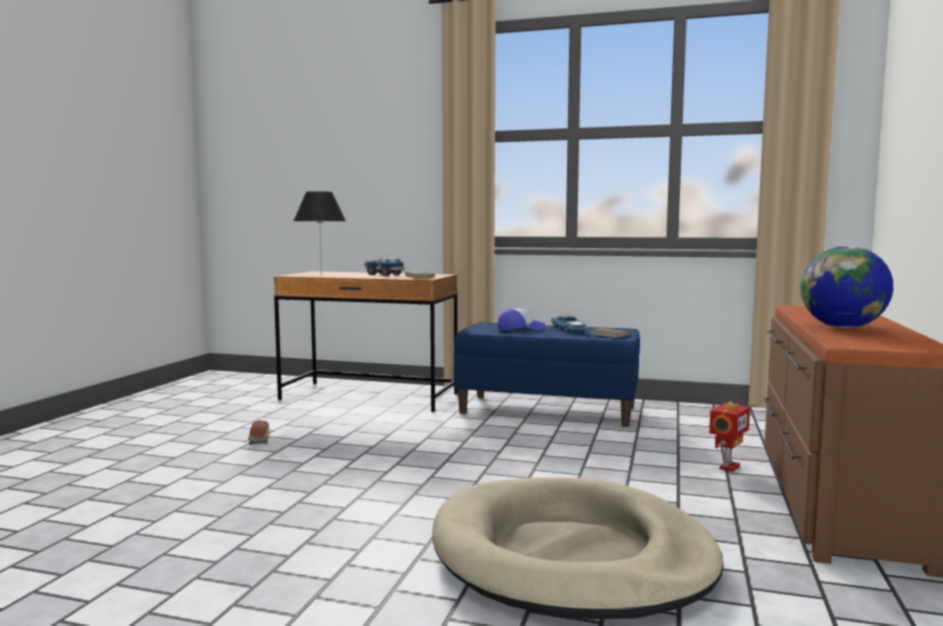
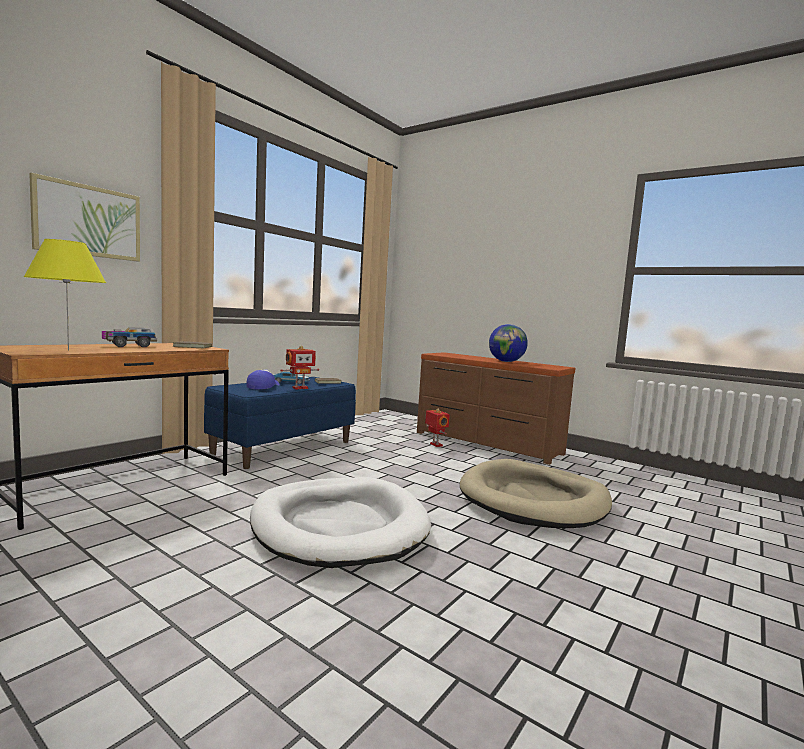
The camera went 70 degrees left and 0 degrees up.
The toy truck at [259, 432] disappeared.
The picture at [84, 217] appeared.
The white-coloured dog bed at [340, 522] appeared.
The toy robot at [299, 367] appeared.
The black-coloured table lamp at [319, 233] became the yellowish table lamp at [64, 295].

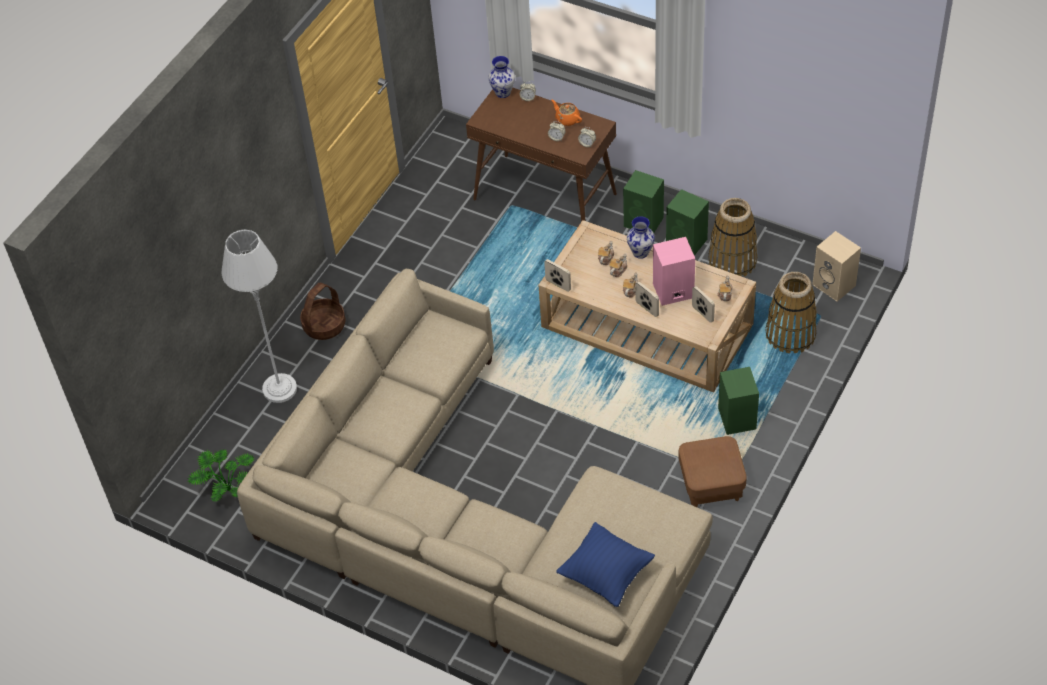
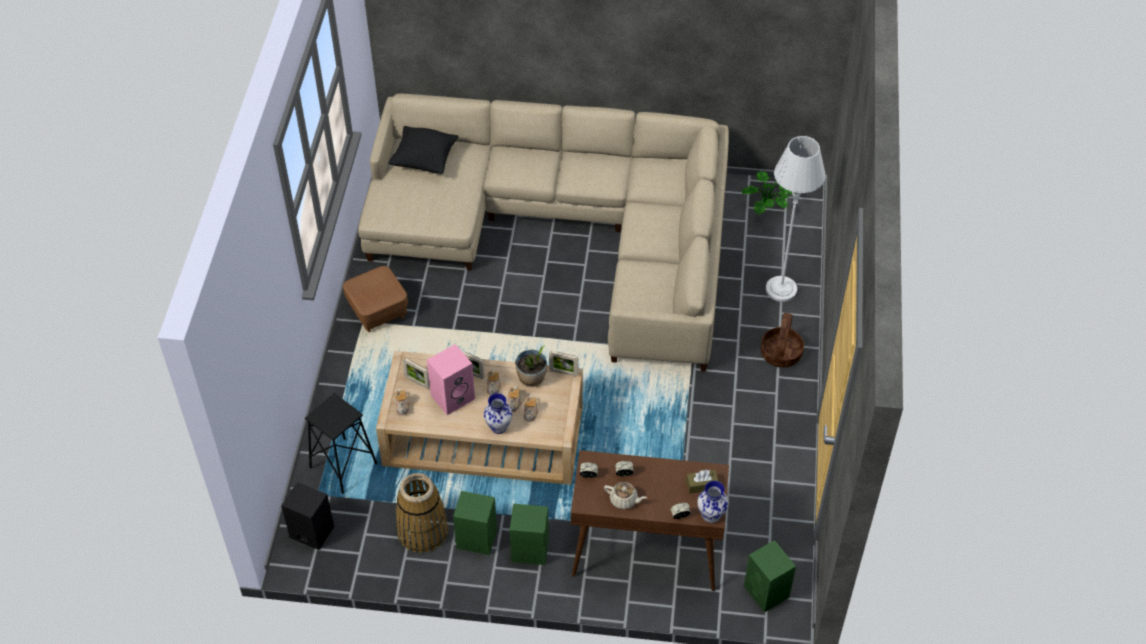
The camera went 155 degrees right and 0 degrees up.
The houseplant at [531, 366] appeared.
The brown-coloured tissue holder at [702, 482] appeared.
The green audio speaker moved from [738, 401] to [770, 576].
The storage basket at [791, 312] was replaced by the black-coloured sitting stool at [341, 443].
The orange-coloured teapot at [566, 113] became the sand-coloured teapot at [625, 495].
The blue-coloured throw pillow at [605, 564] became the black-coloured throw pillow at [423, 150].
The sand-coloured audio speaker at [836, 266] became the black-coloured audio speaker at [307, 516].

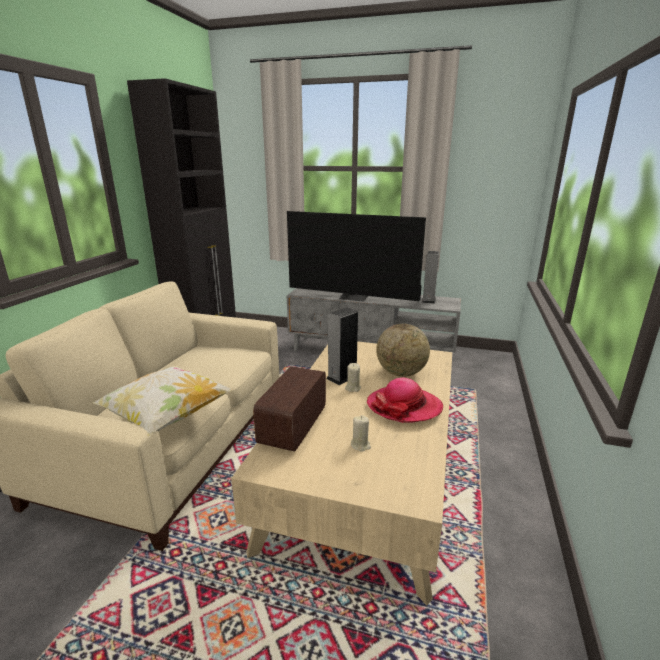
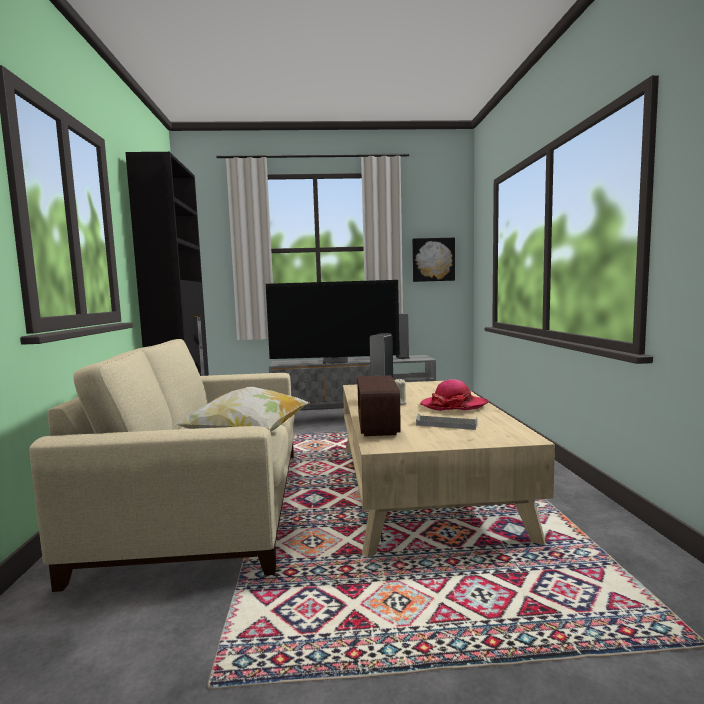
The camera went 20 degrees left and 15 degrees down.
The desk globe at [403, 350] disappeared.
The picture at [433, 260] appeared.
The sand-coloured wax light at [361, 433] was replaced by the gray carrying tray at [447, 421].

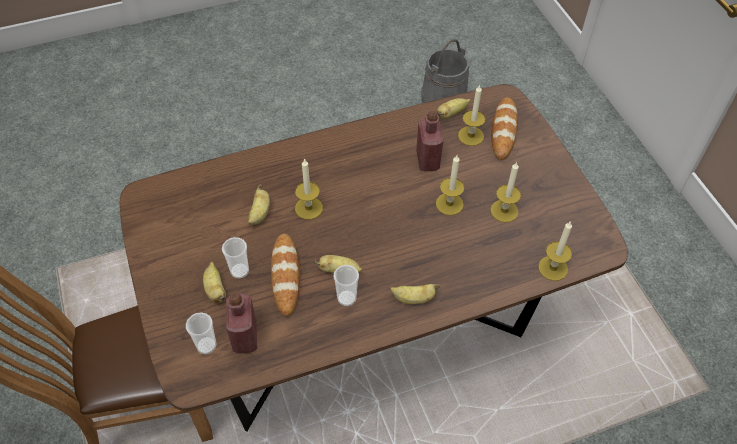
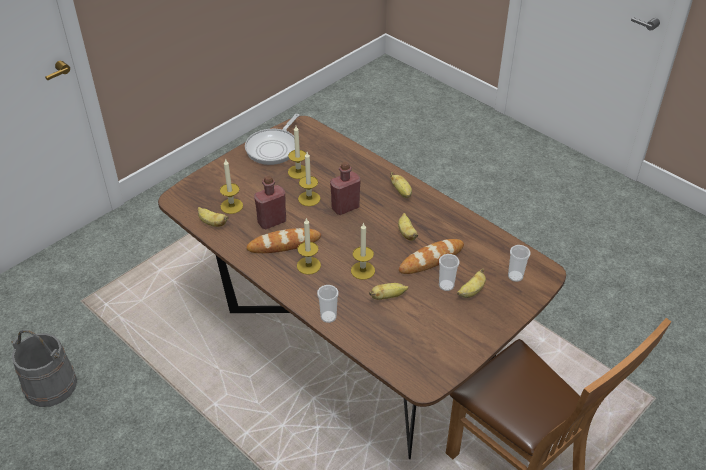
The camera went 115 degrees left and 10 degrees down.
The skillet at [272, 139] appeared.
The reddish drink bottle moved from [241, 323] to [345, 188].
The cup moved from [346, 285] to [327, 304].
The bakery bread moved from [504, 128] to [283, 240].
The wax light moved from [555, 251] to [309, 246].

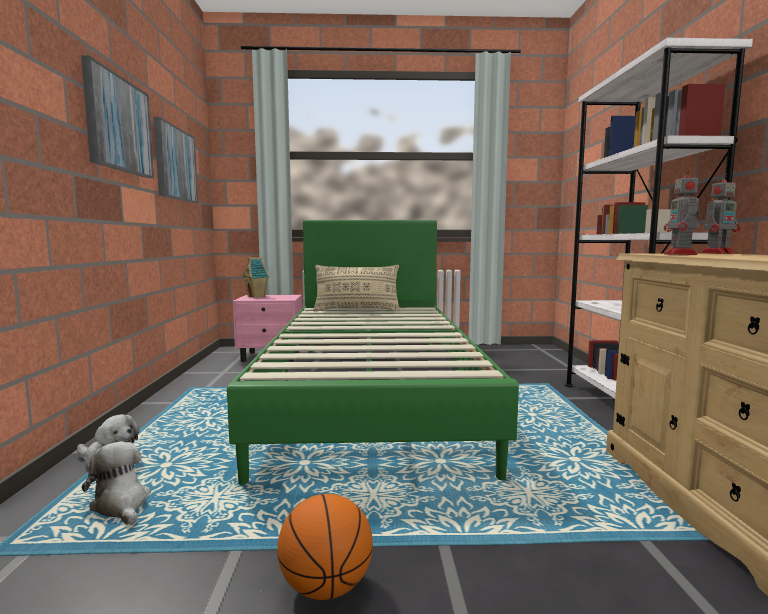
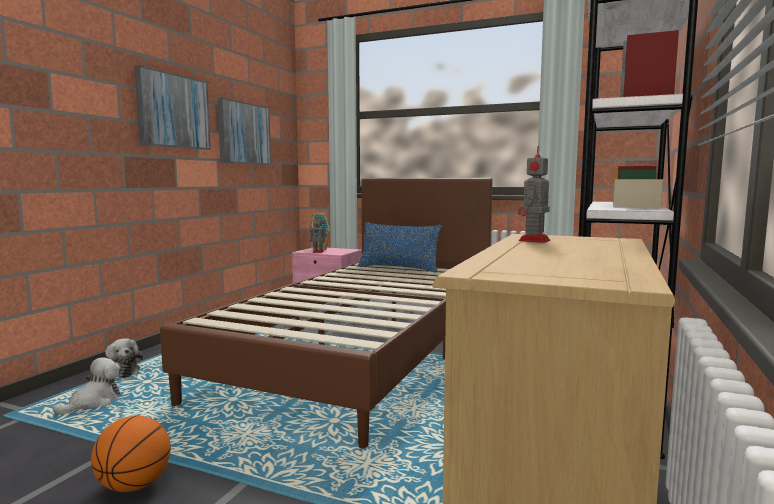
The camera went 25 degrees right and 0 degrees up.
The toy robot moved from [721, 213] to [318, 234].
The green bed at [373, 352] became the brown-coloured bed at [326, 313].
The sand-coloured throw pillow at [356, 288] became the blue-coloured throw pillow at [400, 247].
The plush toy at [116, 483] turned 45 degrees clockwise.

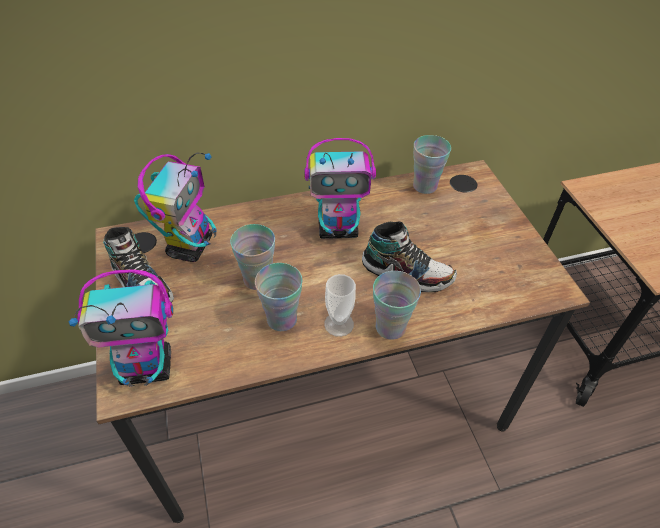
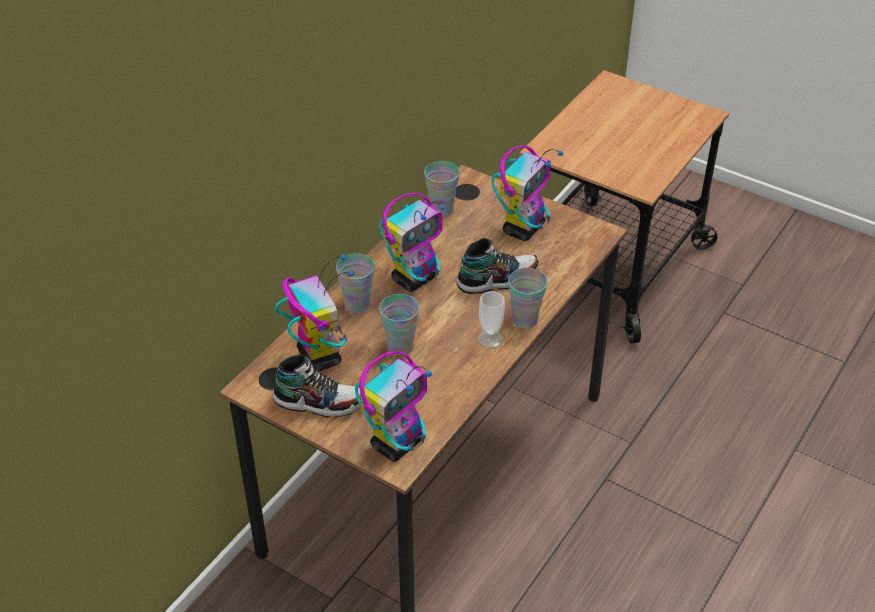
The camera went 40 degrees left and 5 degrees down.
The toy robot at [527, 193] appeared.
The cup moved from [278, 297] to [355, 283].

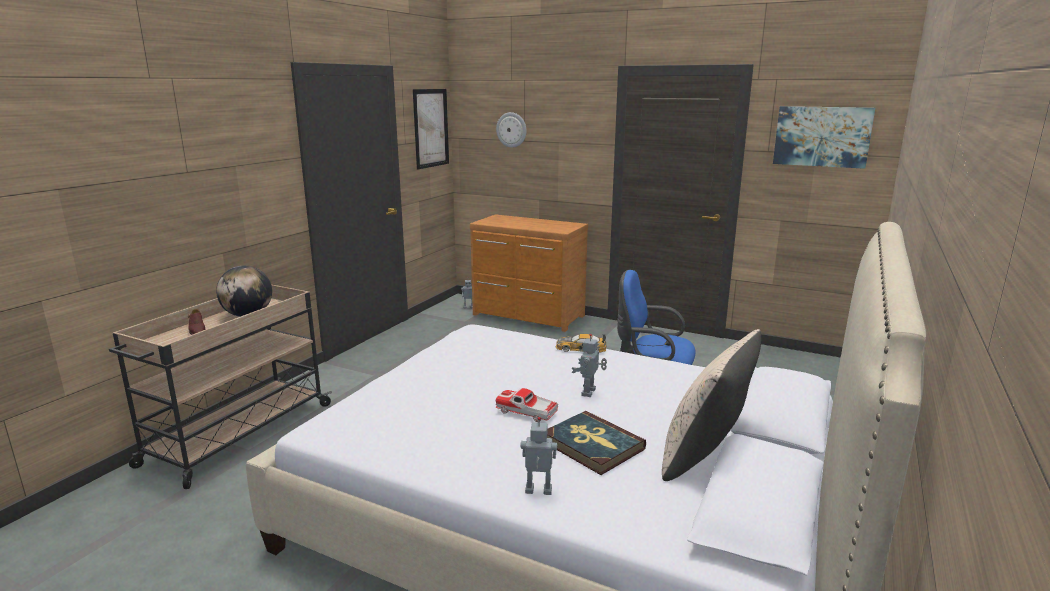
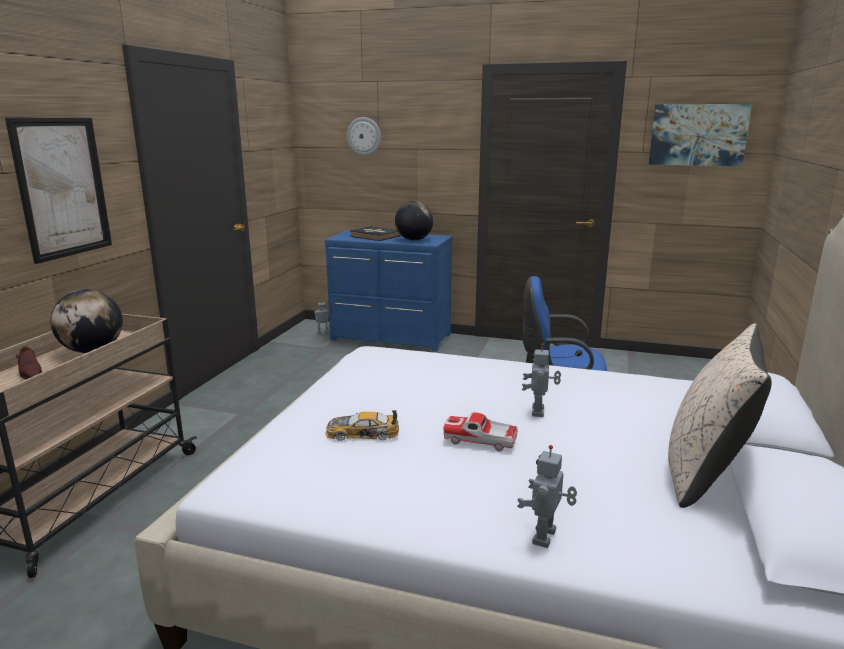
The camera went 10 degrees left and 0 degrees up.
The desk globe at [414, 220] appeared.
The picture moved from [431, 129] to [58, 191].
The book moved from [596, 443] to [375, 233].
The miniature car moved from [581, 343] to [362, 425].
The brown-coloured chest of drawers at [529, 273] became the blue-coloured chest of drawers at [389, 291].
The toy robot at [539, 456] turned 60 degrees counterclockwise.

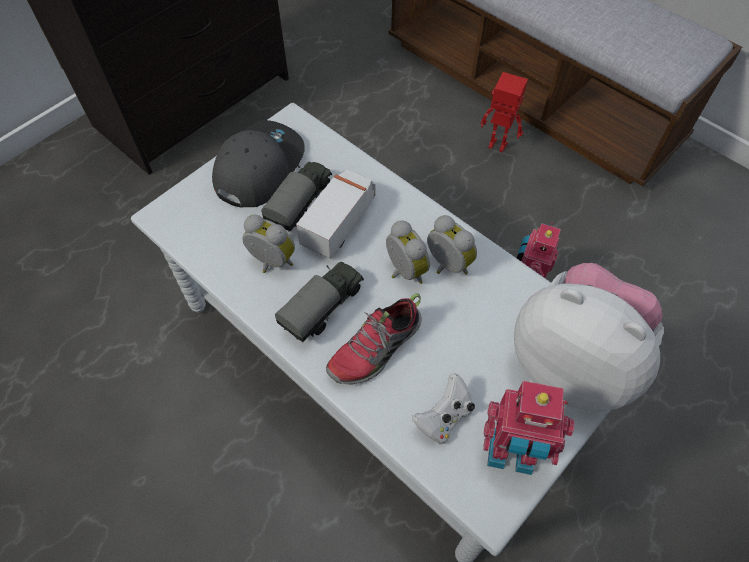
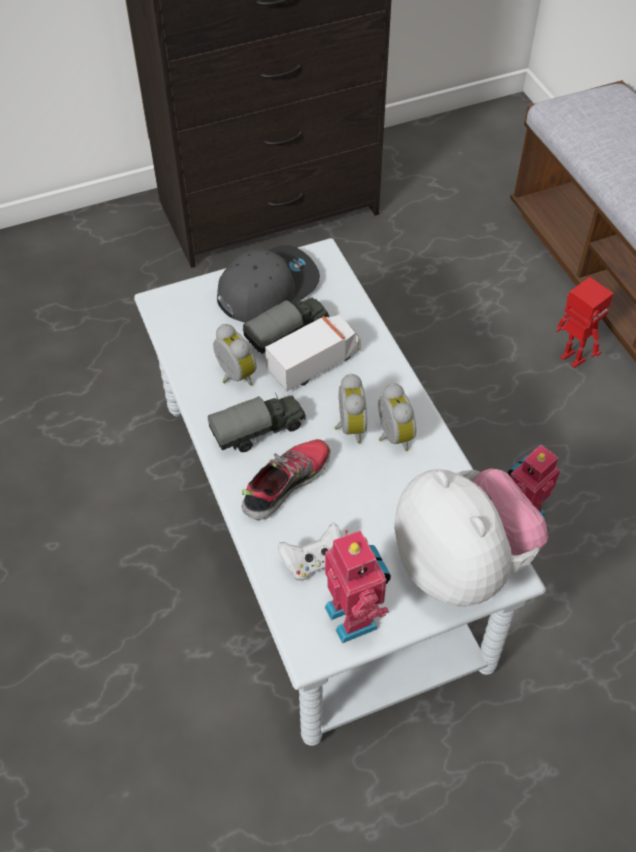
The camera went 25 degrees right and 5 degrees down.
The low shoe at [374, 339] turned 150 degrees clockwise.
The toy robot at [529, 428] turned 150 degrees counterclockwise.

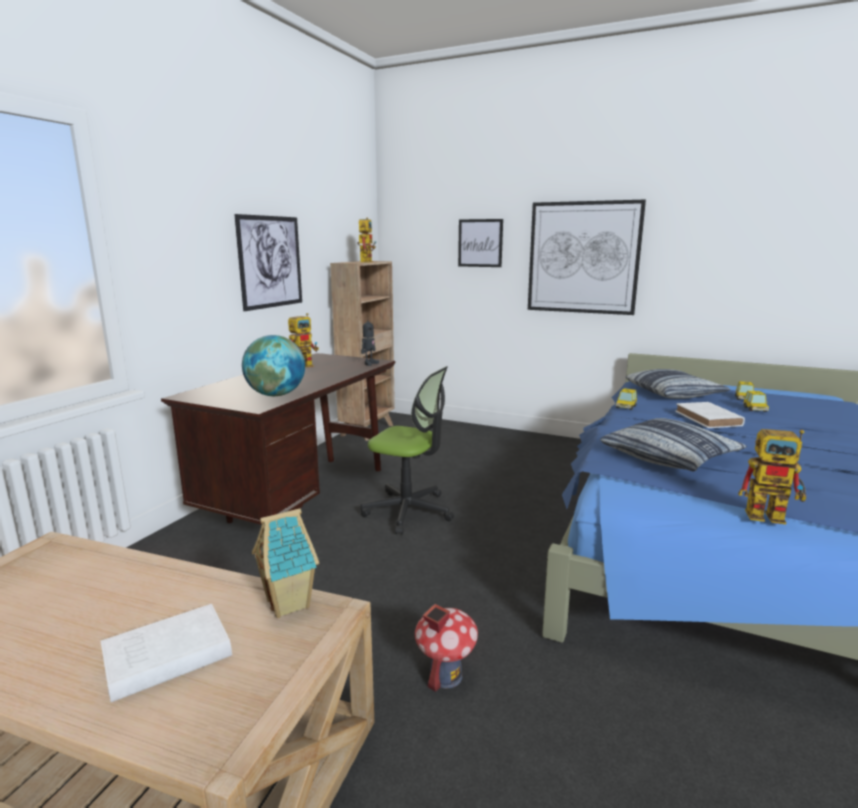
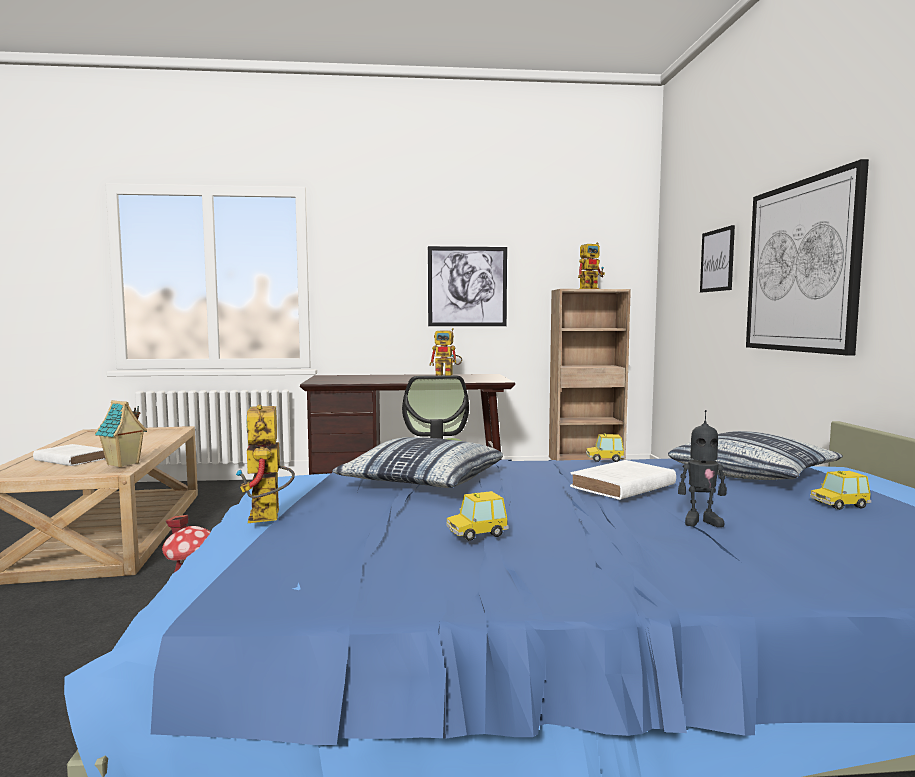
The camera went 60 degrees right and 10 degrees down.
The desk globe at [273, 365] disappeared.
The toy robot moved from [370, 343] to [702, 468].
The miniature car moved from [756, 401] to [477, 516].

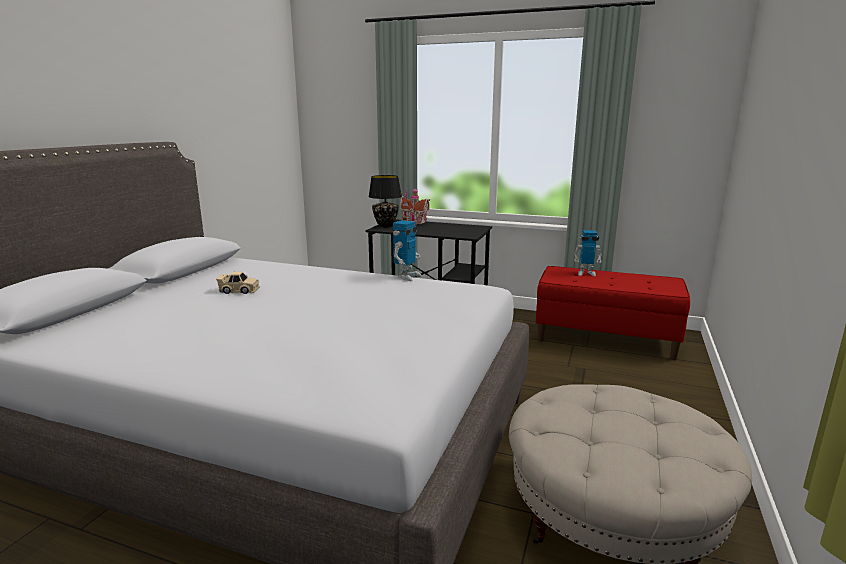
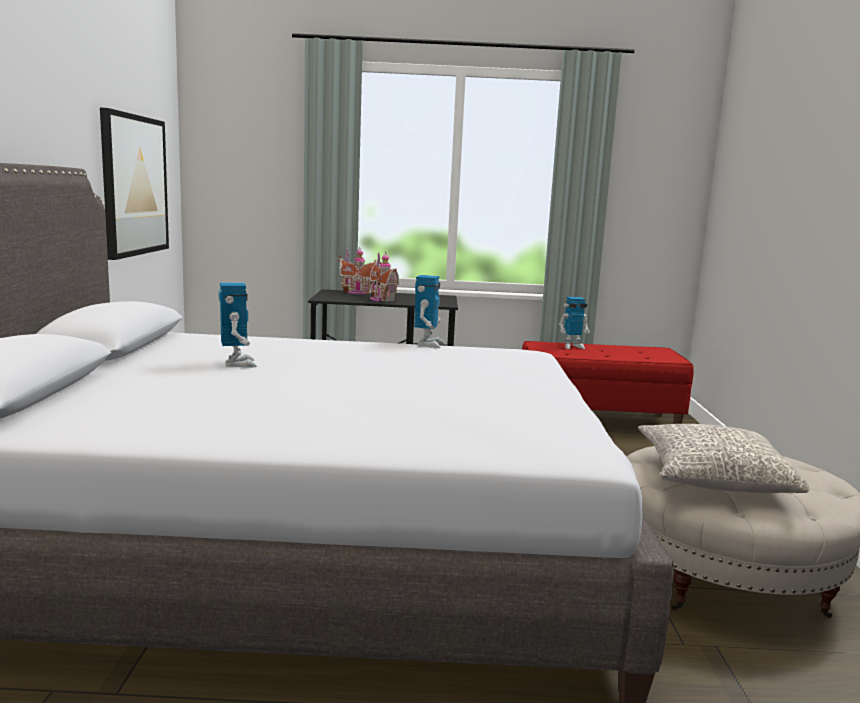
The camera went 20 degrees left and 5 degrees down.
The black-coloured table lamp at [385, 201] disappeared.
The picture at [134, 184] appeared.
The miniature house at [384, 277] appeared.
The gray throw pillow at [724, 458] appeared.
The sand-coloured miniature car at [238, 283] was replaced by the toy robot at [238, 325].

